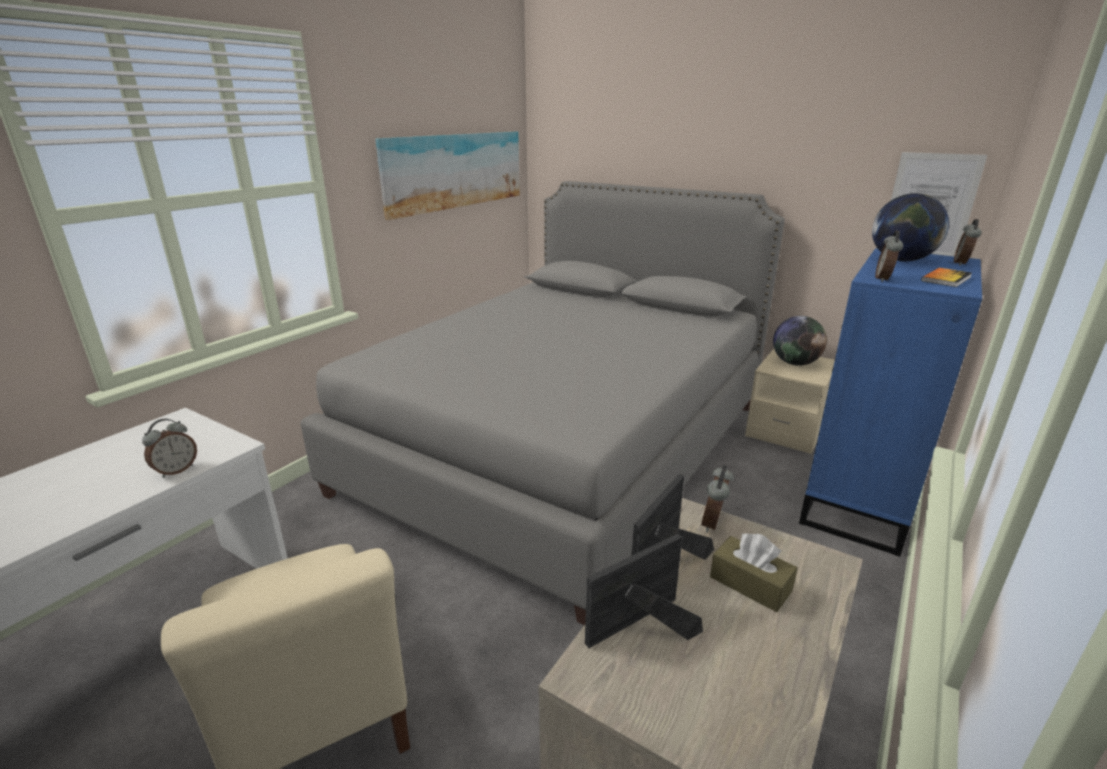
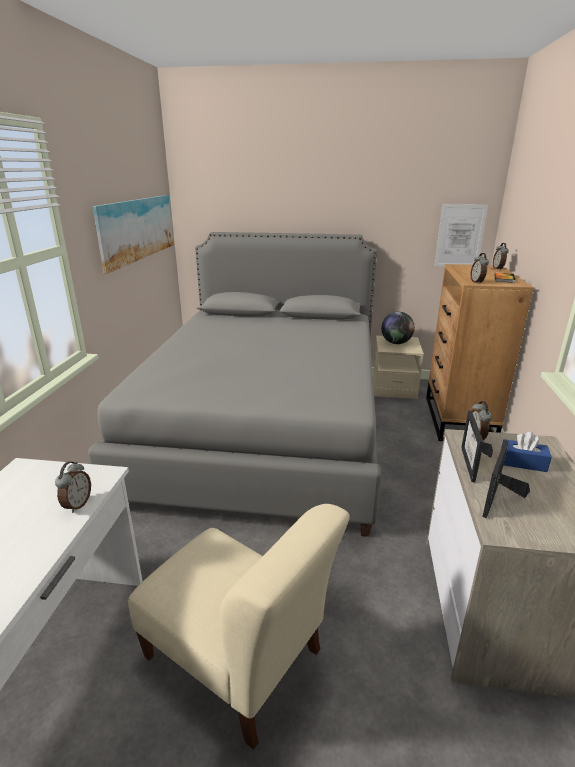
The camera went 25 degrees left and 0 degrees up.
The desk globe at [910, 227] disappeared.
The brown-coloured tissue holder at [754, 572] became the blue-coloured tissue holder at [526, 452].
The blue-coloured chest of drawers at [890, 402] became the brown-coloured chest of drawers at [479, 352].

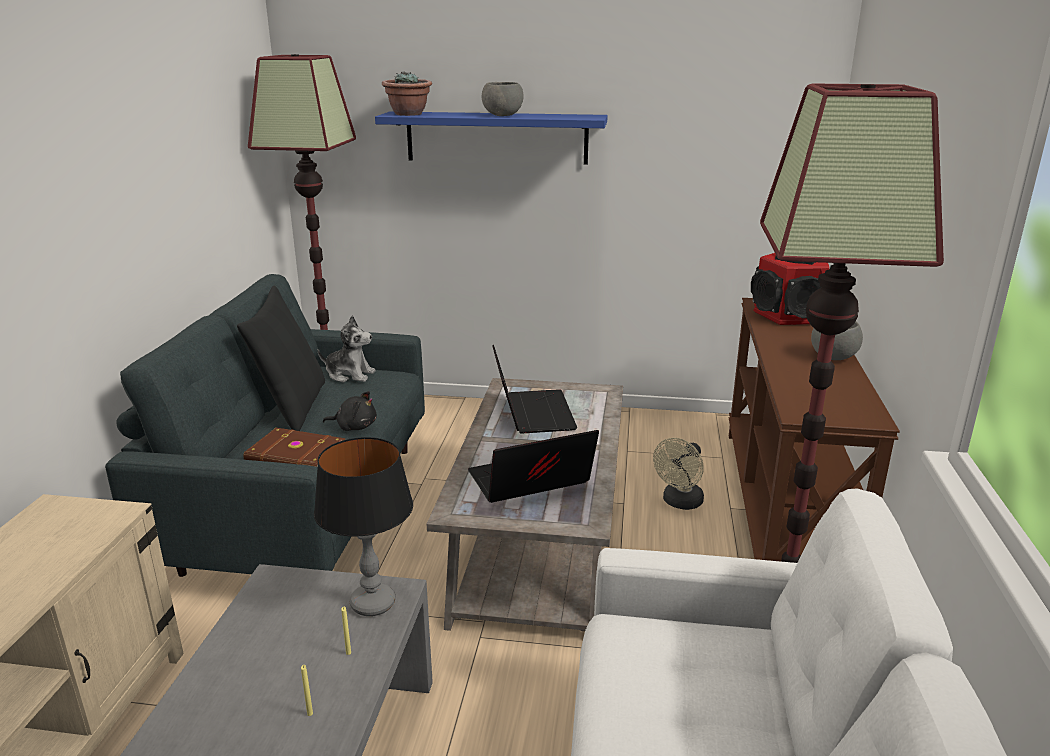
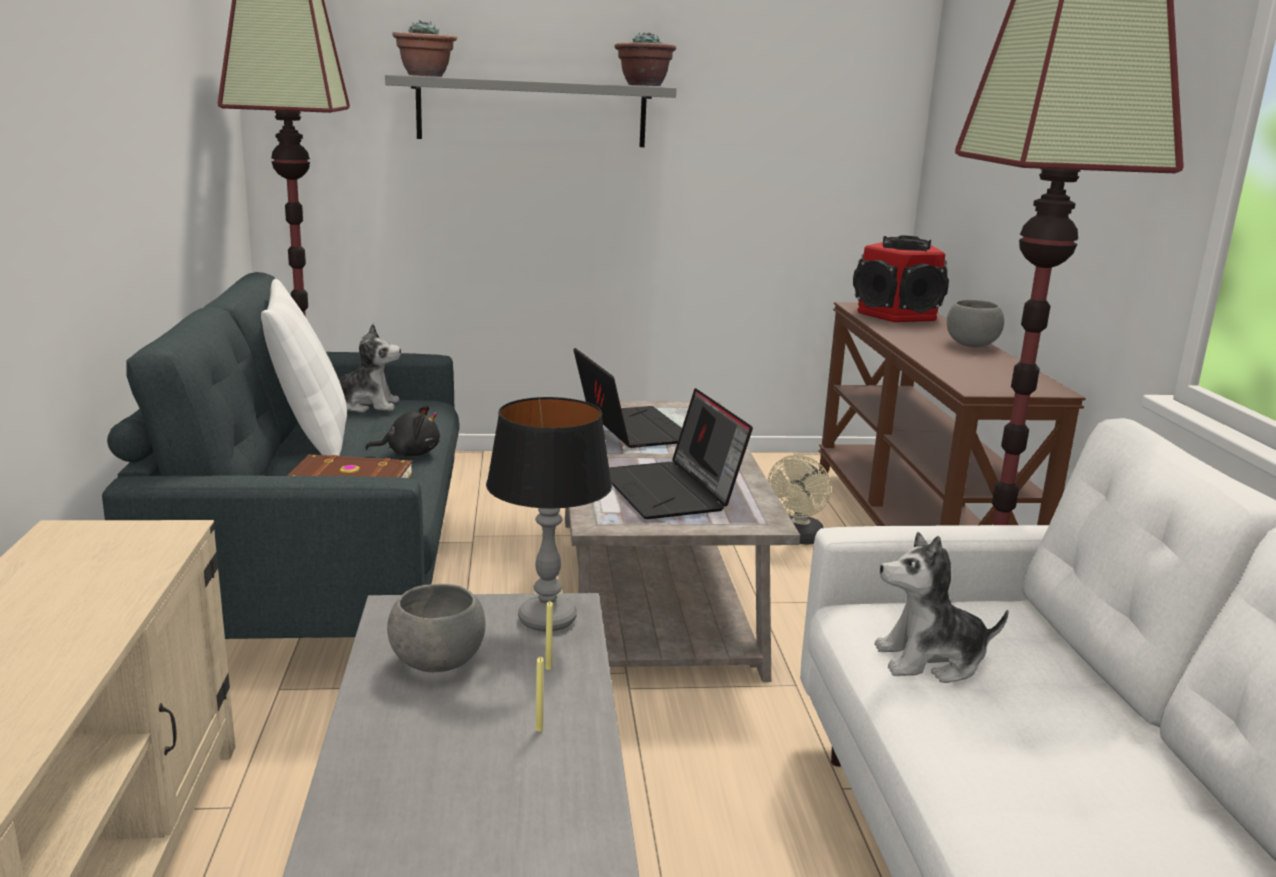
The camera went 15 degrees left and 5 degrees down.
The houseplant at [645, 59] appeared.
The plush toy at [941, 607] appeared.
The gray bowl moved from [502, 99] to [436, 628].
The black-coloured throw pillow at [281, 358] became the white-coloured throw pillow at [304, 367].
The blue-coloured bracket shelf at [491, 138] became the gray bracket shelf at [530, 111].
The portable computer at [533, 466] turned 75 degrees counterclockwise.

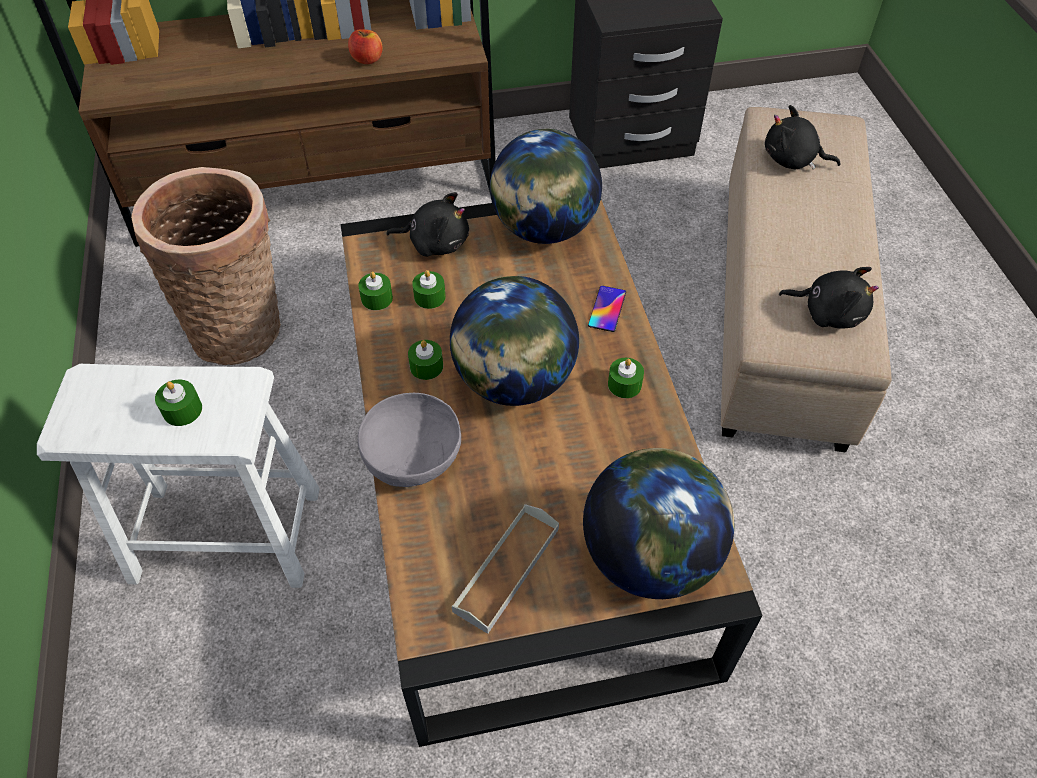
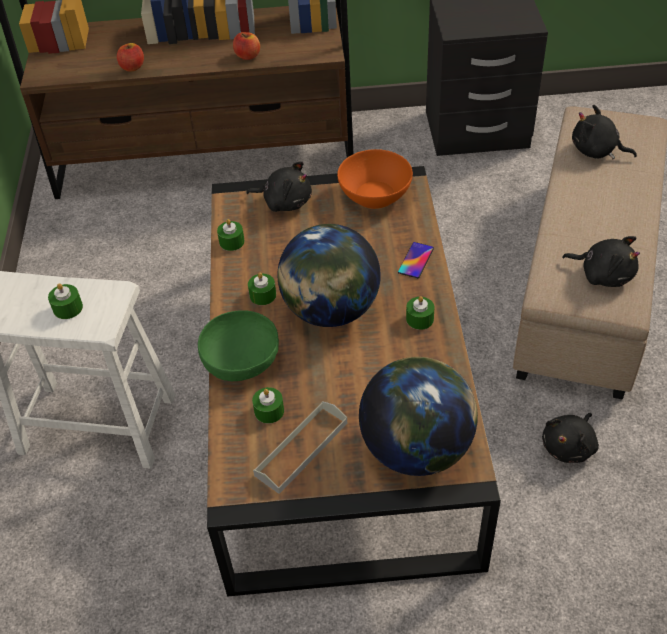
The camera went 10 degrees right and 5 degrees down.
The storage basket at [206, 266] disappeared.
The whole apple at [130, 57] appeared.
The black-coloured plush toy at [570, 438] appeared.
The green wax light moved from [429, 289] to [268, 405].
The desk globe at [546, 186] was replaced by the orange-coloured bowl at [375, 179].
The gray bowl at [409, 440] became the green bowl at [238, 345].

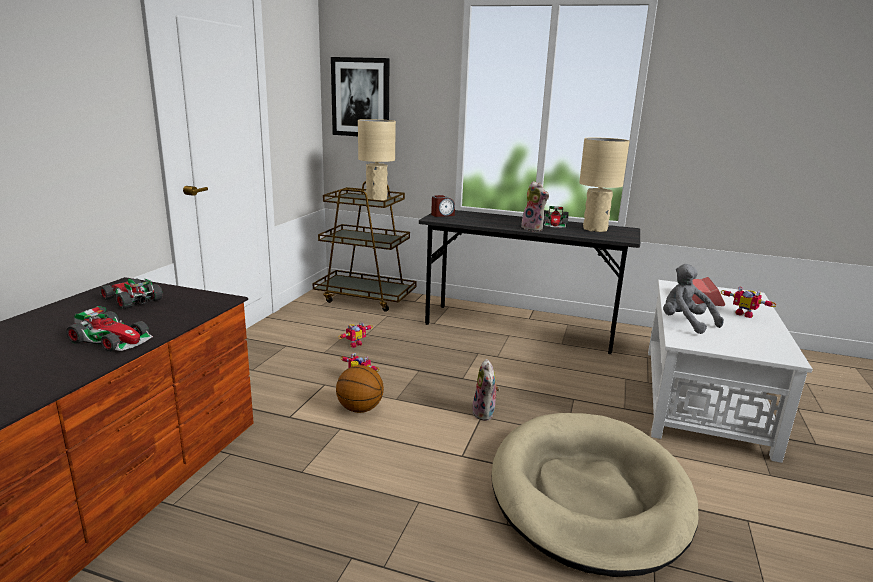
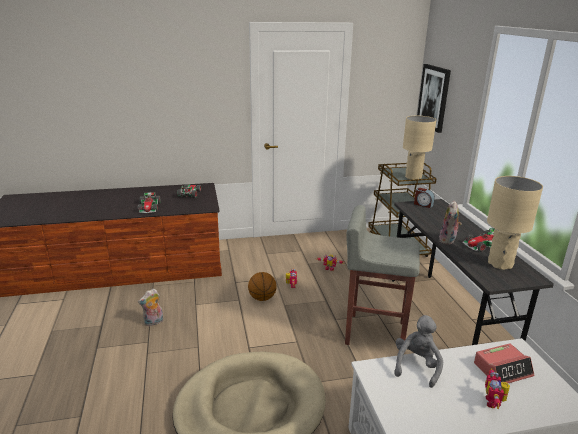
The camera went 60 degrees right and 5 degrees up.
The gray sitting stool at [382, 275] appeared.
The plush toy moved from [486, 390] to [150, 307].

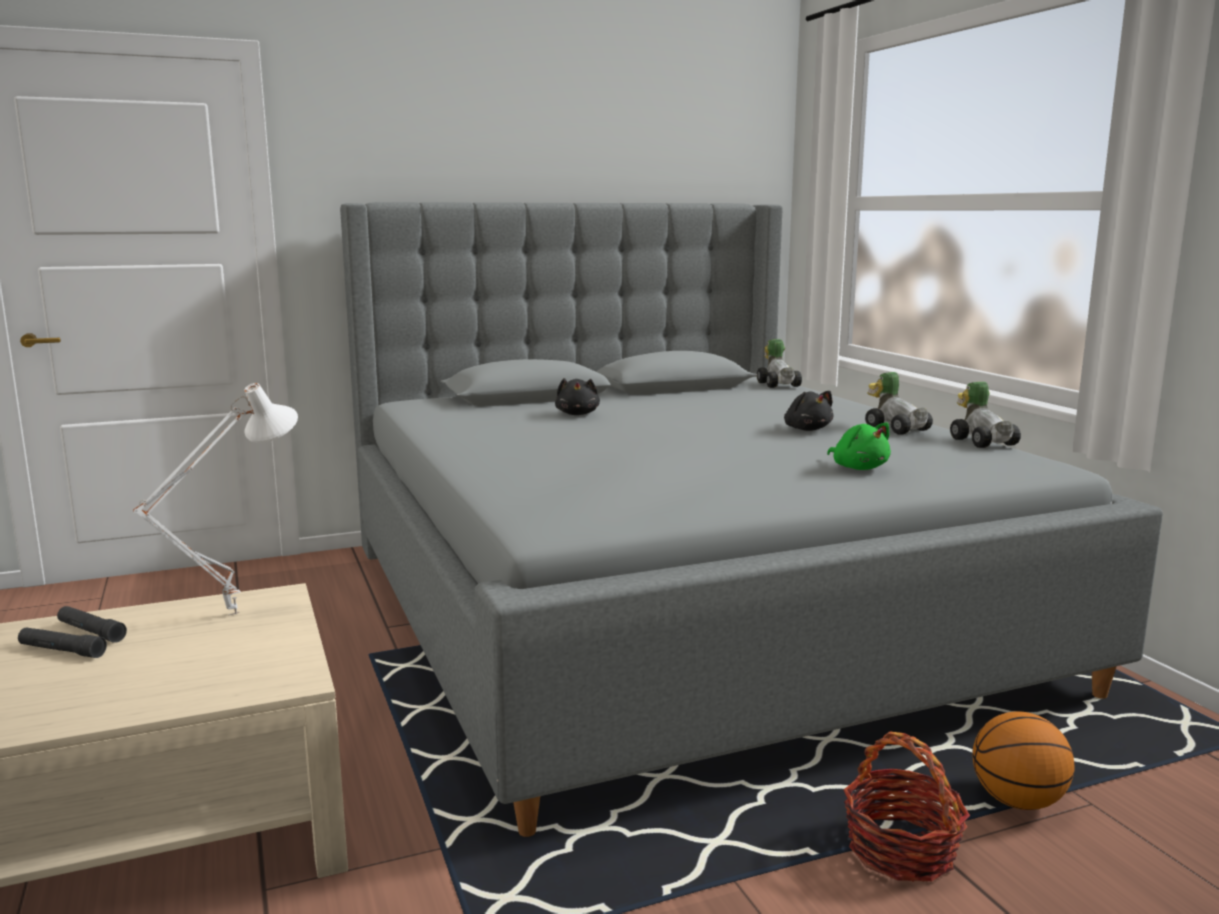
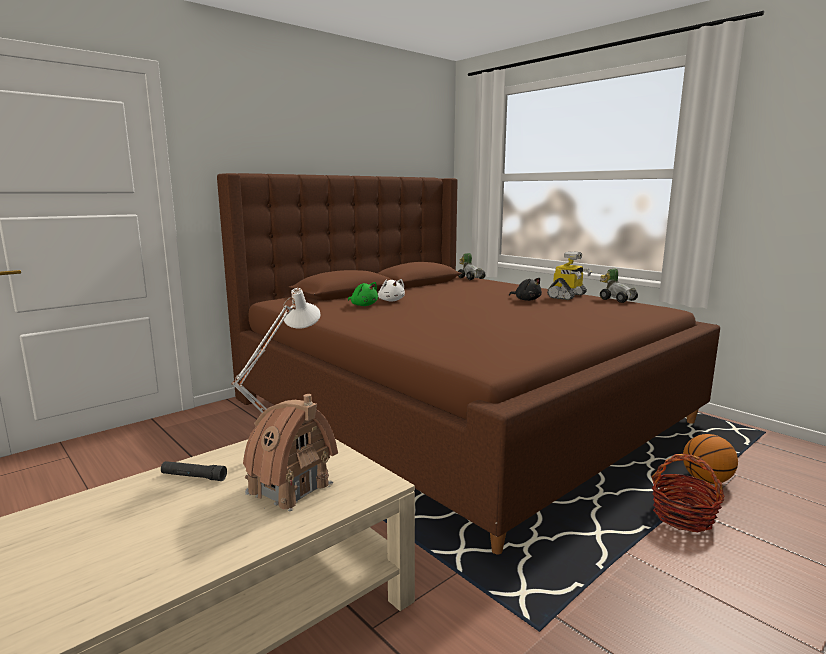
The camera went 20 degrees left and 0 degrees up.
The black-coloured hand torch at [62, 642] disappeared.
The miniature house at [290, 452] appeared.
The green plush toy moved from [859, 446] to [363, 294].
The miniature car at [899, 403] was replaced by the toy robot at [569, 275].
The gray bed at [751, 519] became the brown-coloured bed at [468, 363].
The black-coloured plush toy at [577, 396] became the white-coloured plush toy at [391, 290].

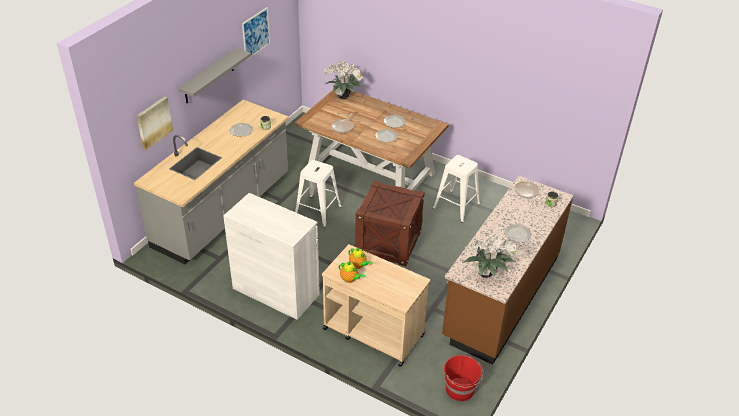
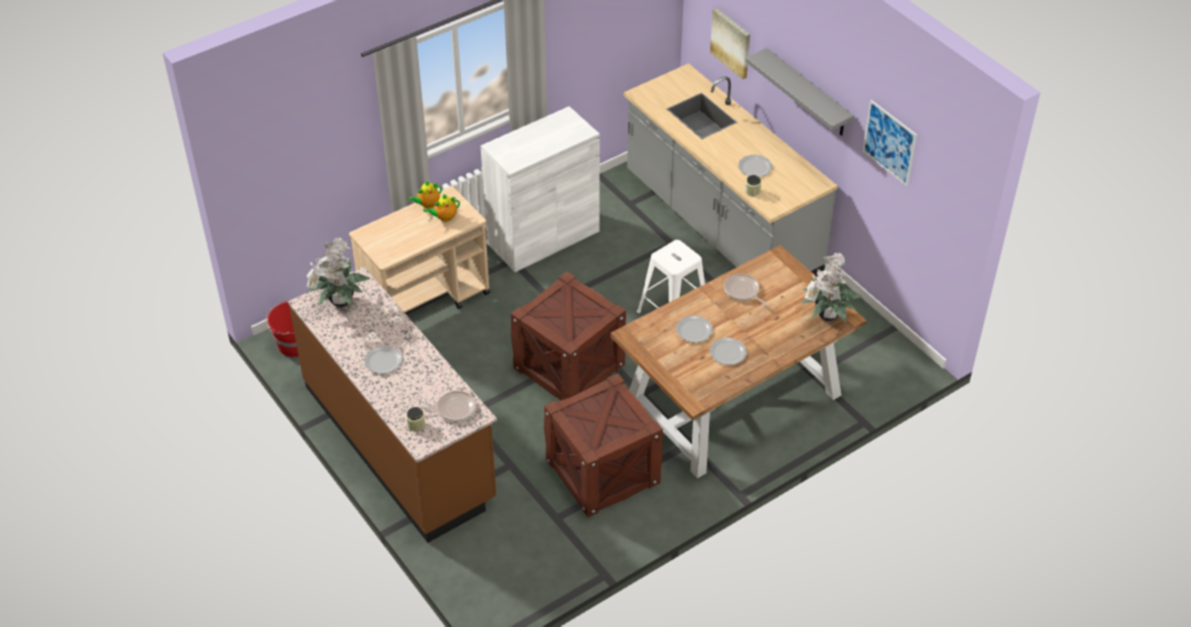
The camera went 115 degrees right and 5 degrees up.
The white-coloured sitting stool at [456, 189] was replaced by the crate at [603, 445].

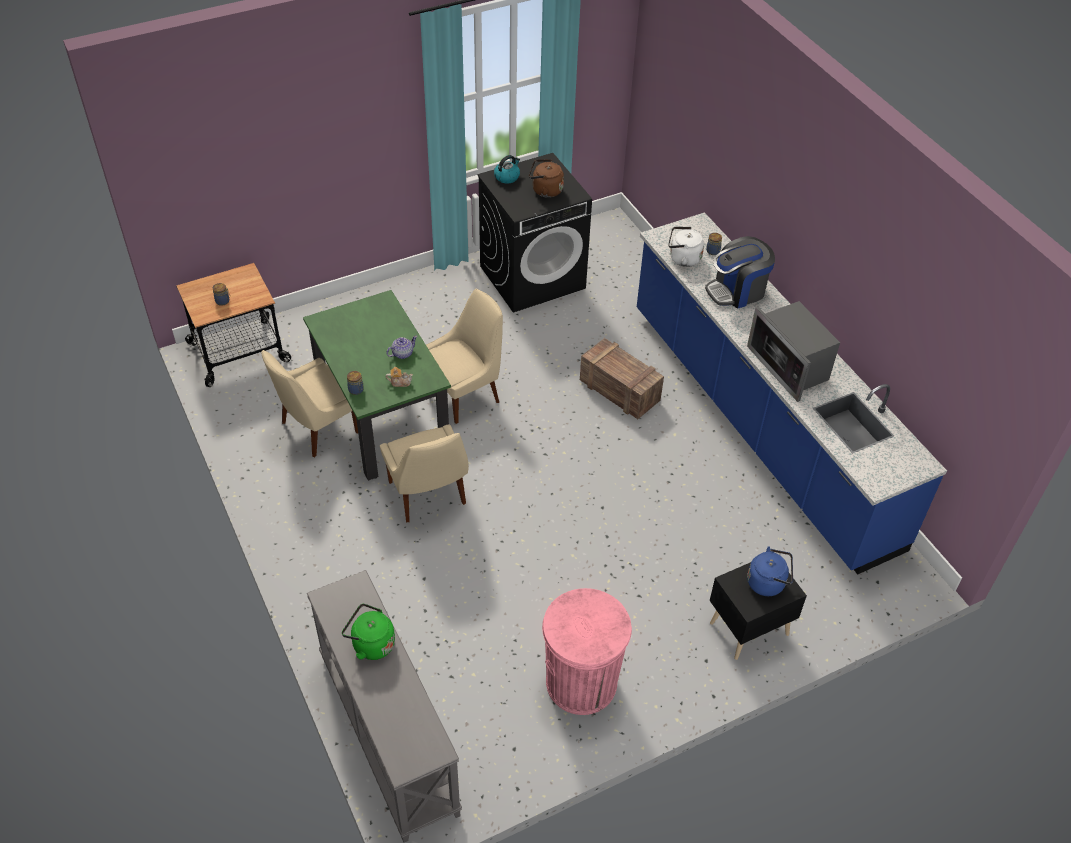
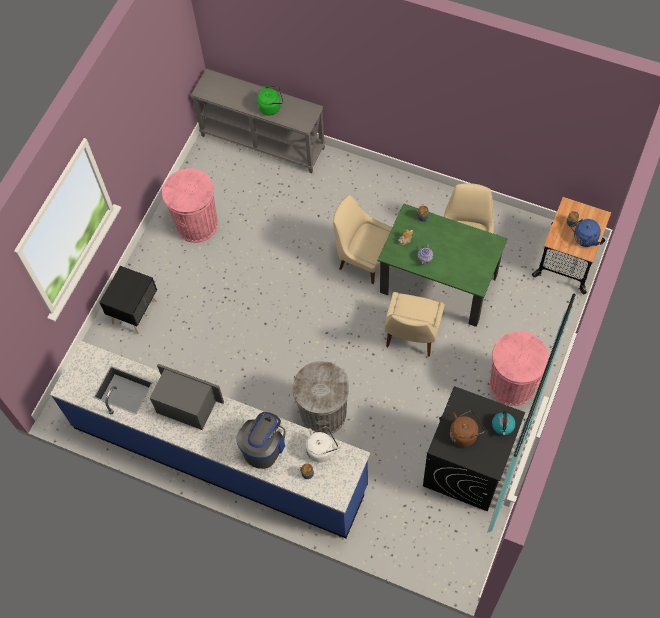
The camera went 145 degrees right and 15 degrees up.
The pink waste bin at [519, 368] appeared.
The blue-coloured water kettle moved from [770, 571] to [586, 233].
The crate at [622, 378] was replaced by the gray waste bin at [320, 398].

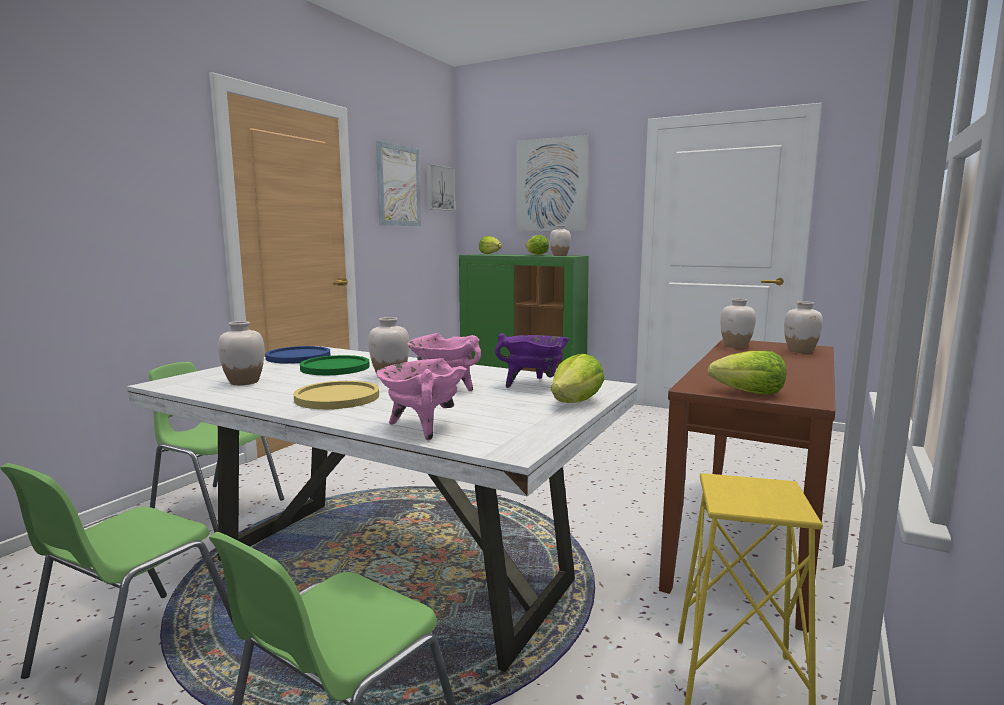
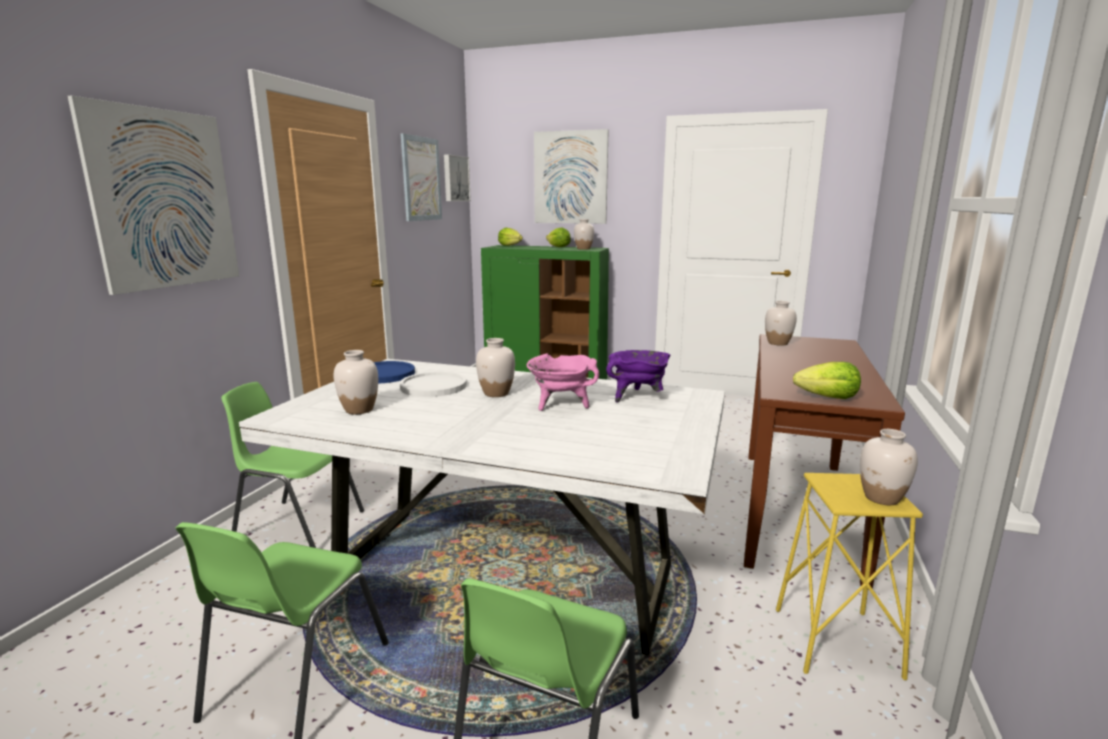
The camera went 10 degrees left and 5 degrees up.
The yellowish dinner plate at [336, 395] disappeared.
The pink saucepot at [421, 399] disappeared.
The lettuce at [577, 378] disappeared.
The picture at [153, 195] appeared.
The white-coloured decorative vase moved from [803, 327] to [889, 467].
The green dinner plate at [335, 365] became the white-coloured dinner plate at [433, 384].

